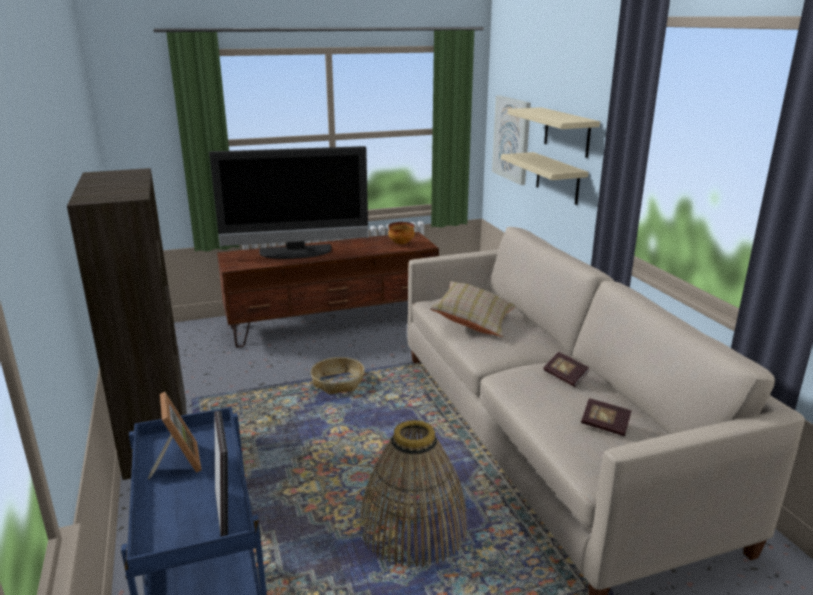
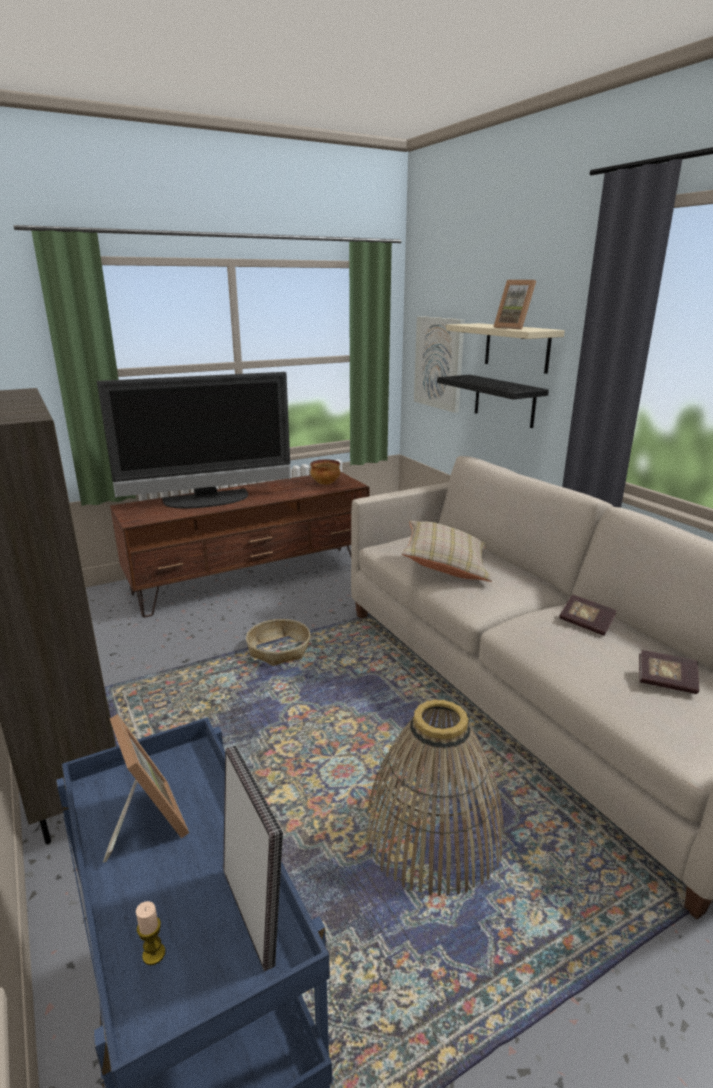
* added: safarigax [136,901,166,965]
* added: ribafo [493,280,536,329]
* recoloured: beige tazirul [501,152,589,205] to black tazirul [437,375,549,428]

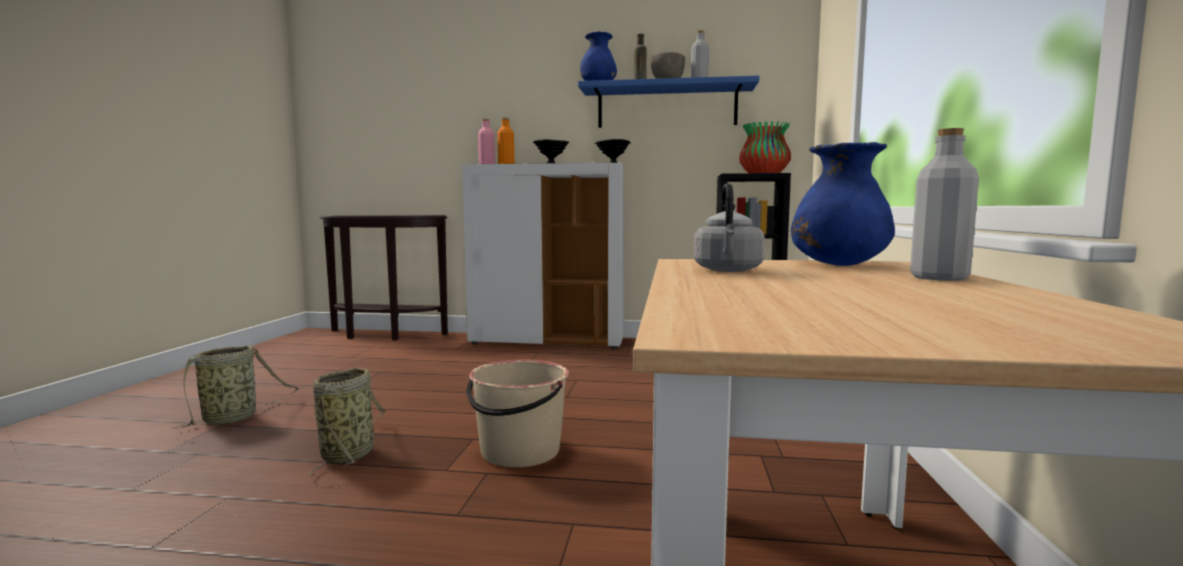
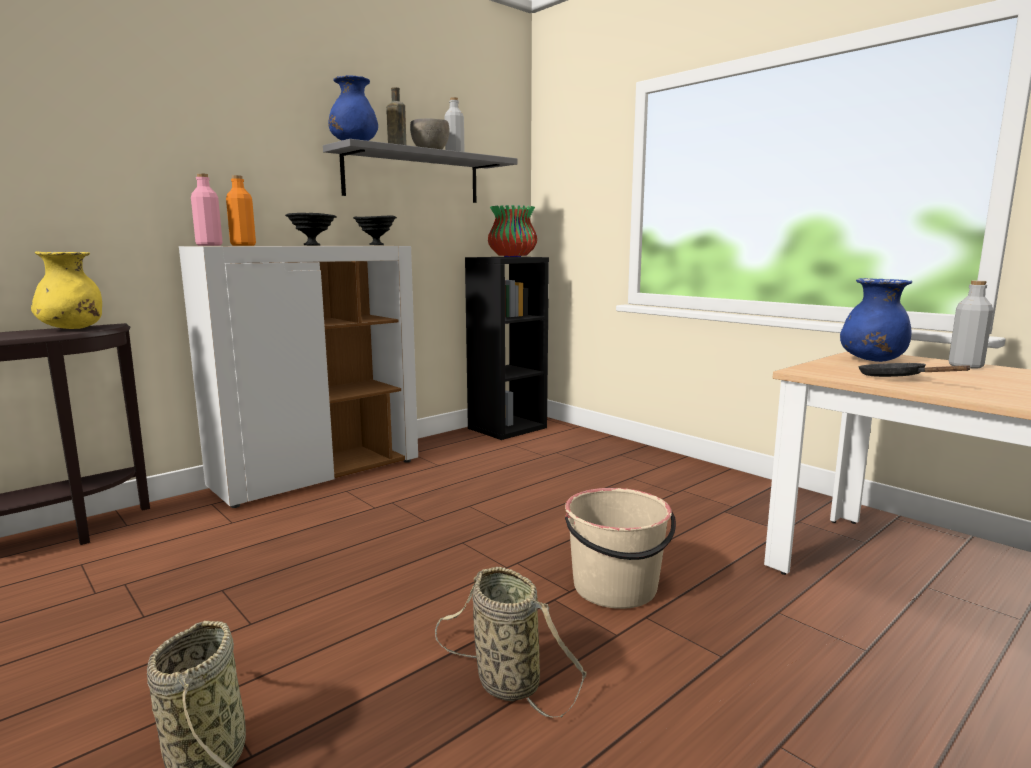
* added: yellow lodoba [31,252,102,329]
* replaced: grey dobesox [694,183,765,272] to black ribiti [858,363,970,377]
* recoloured: blue tazirul [578,75,759,128] to grey tazirul [323,139,518,203]

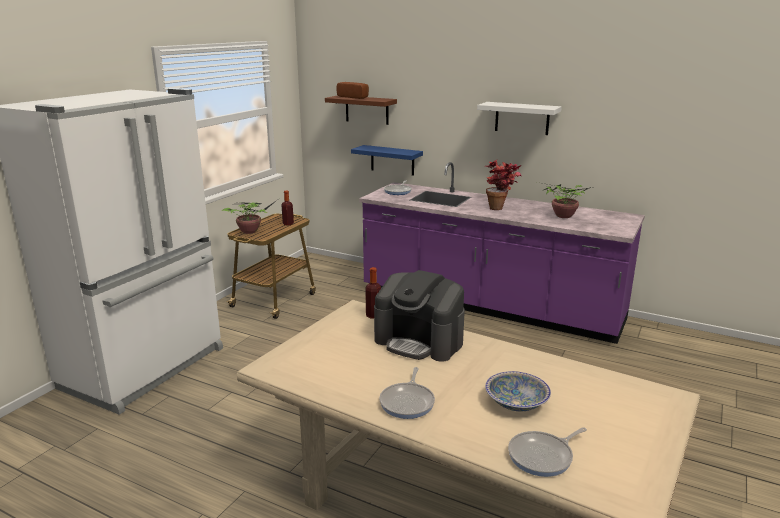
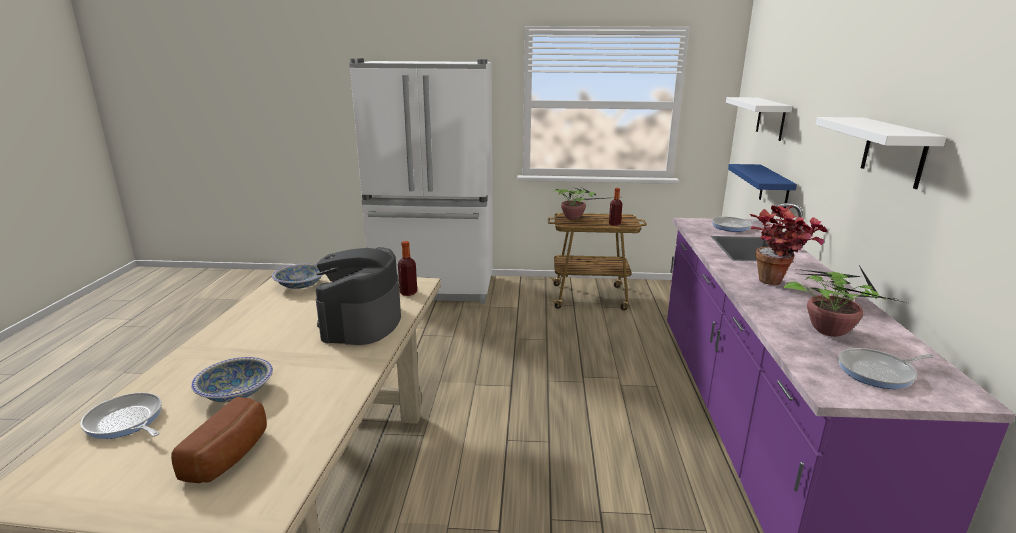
* added: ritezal [272,263,324,289]
* moved: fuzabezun [337,82,369,99] to [171,397,267,483]
* moved: ribiti [379,367,435,419] to [839,348,935,389]
* recoloured: brown tazirul [325,95,397,125] to white tazirul [726,97,792,141]

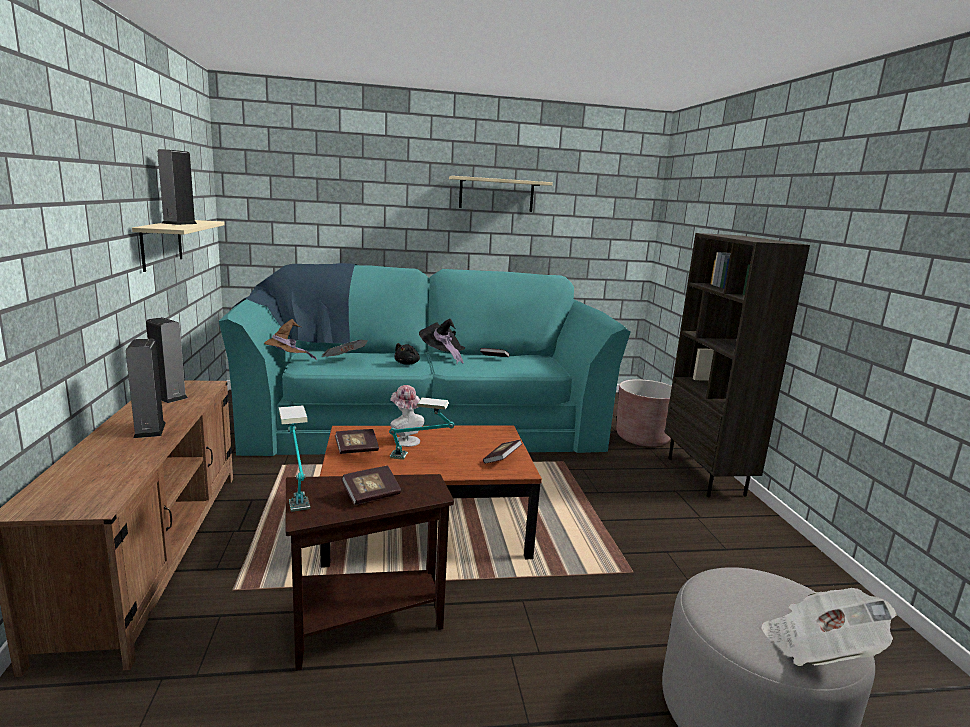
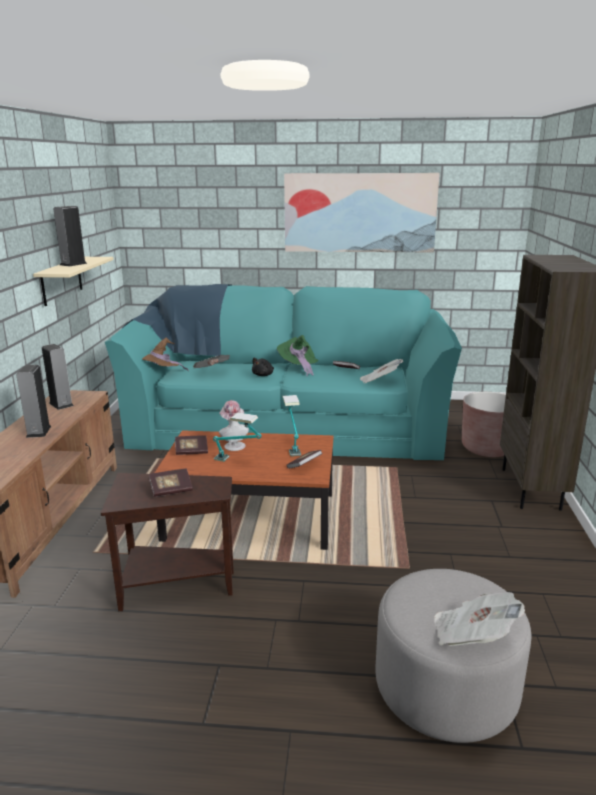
* added: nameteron [360,359,403,384]
* moved: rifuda [278,405,310,512] to [282,395,301,456]
* replaced: beige tazirul [449,176,553,212] to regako [284,173,440,253]
* recoloured: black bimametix [419,319,465,364] to green bimametix [277,335,319,376]

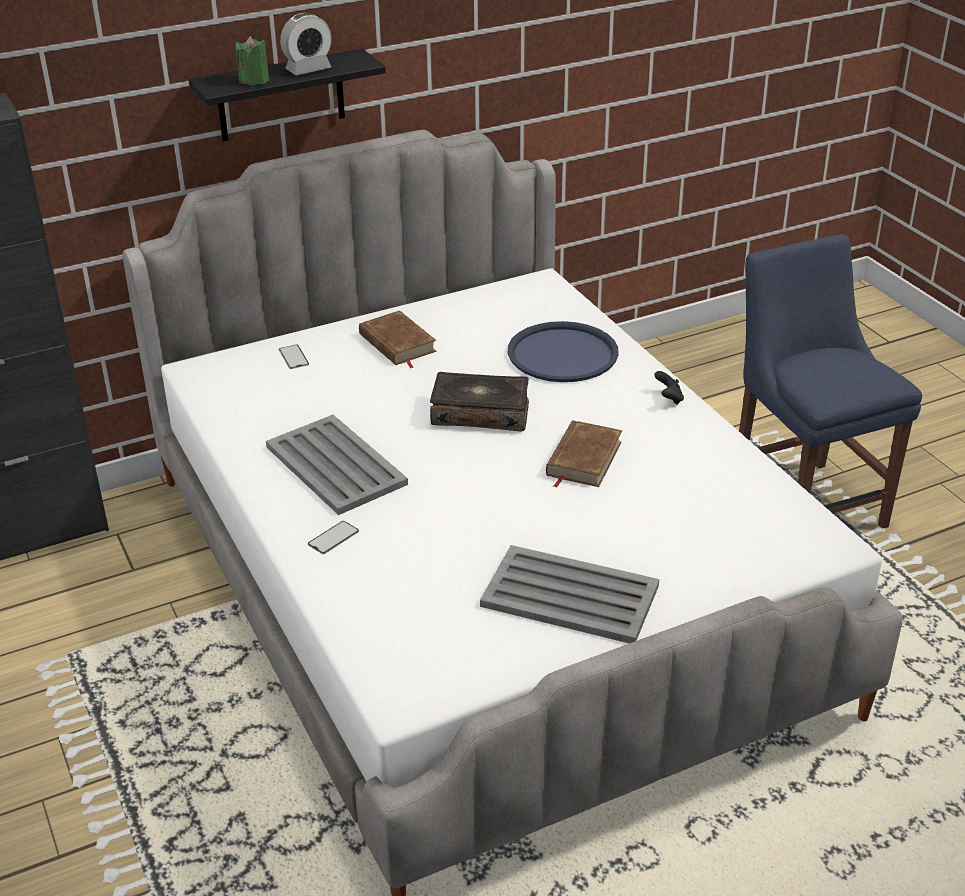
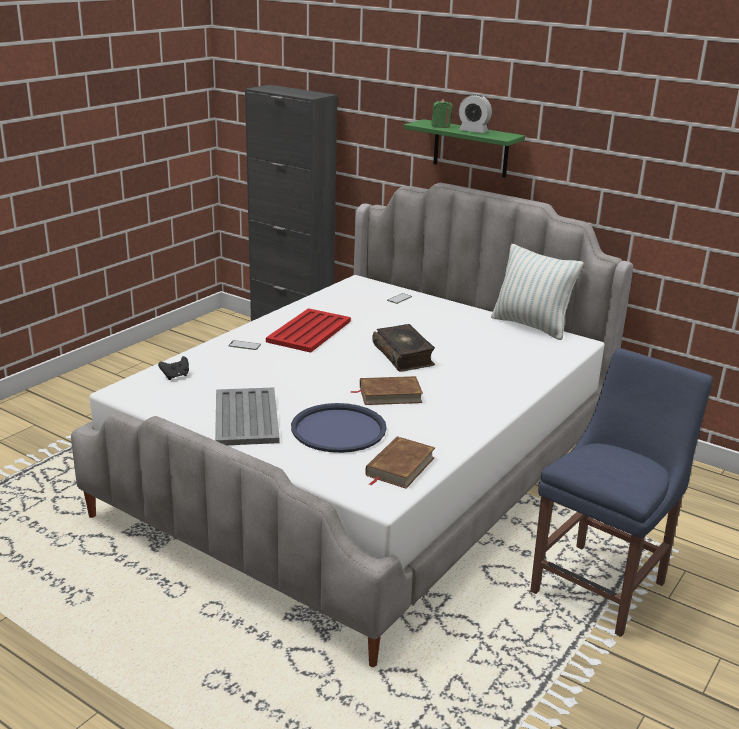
* added: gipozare [491,244,583,340]
* moved: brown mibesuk [359,311,437,368] to [365,436,435,489]
* moved: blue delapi [508,321,619,382] to [291,403,387,453]
* moved: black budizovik [654,371,684,405] to [158,356,189,380]
* recoloured: black tazirul [189,49,386,141] to green tazirul [404,119,525,178]
* recoloured: grey delapi [266,415,408,515] to red delapi [266,308,351,353]

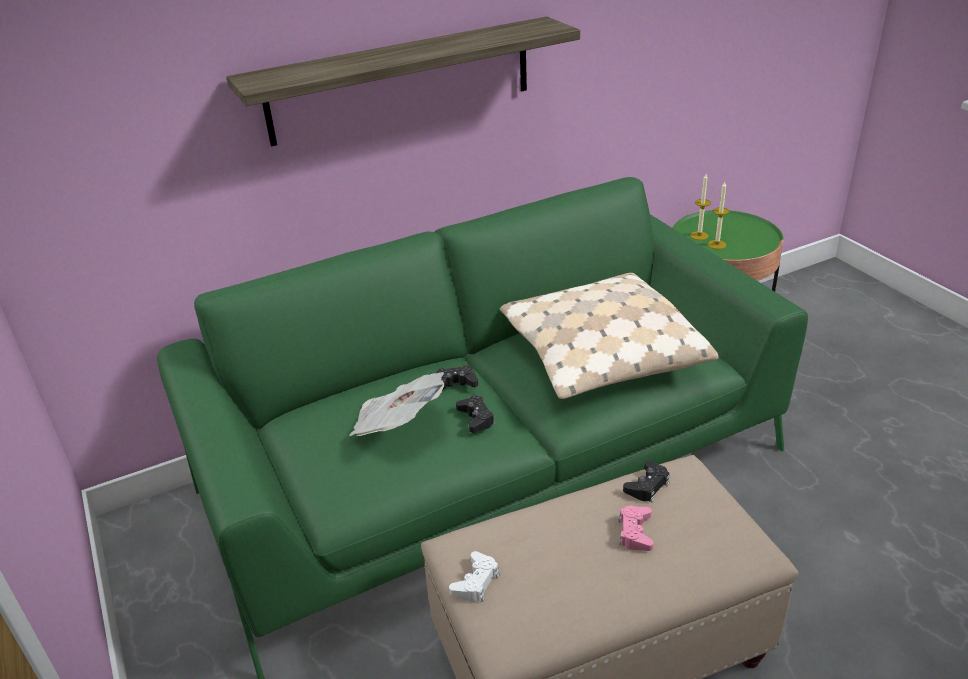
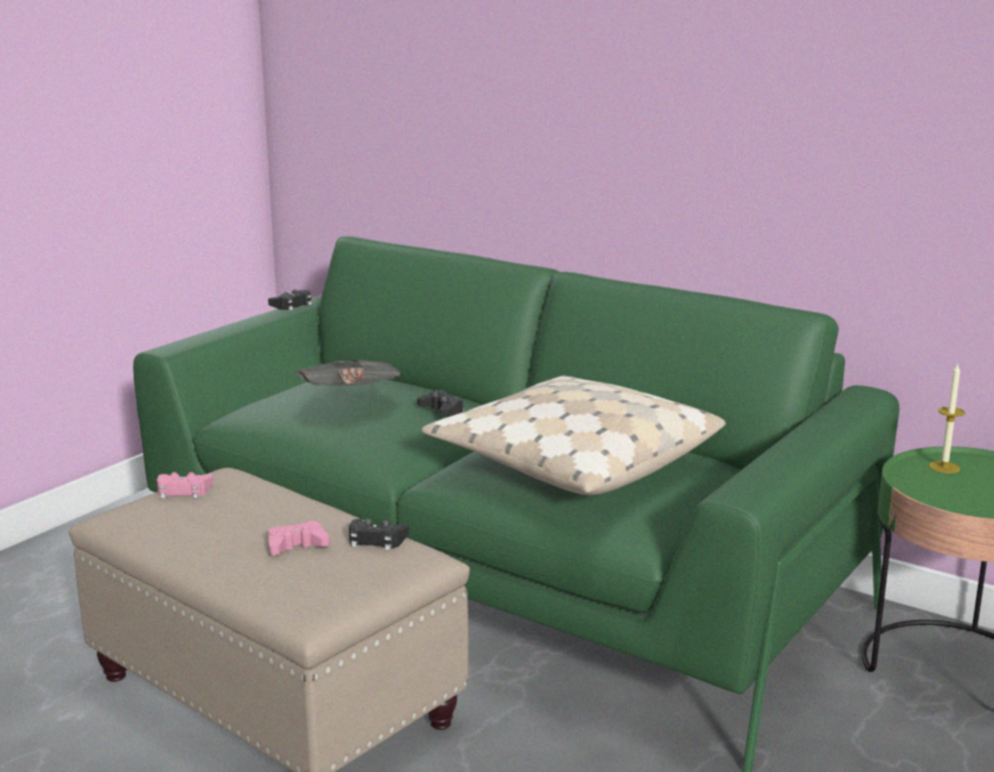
* removed: tazirul [227,16,580,146]
* removed: safarigax [708,182,729,249]
* moved: black budizovik [456,396,495,433] to [268,289,312,311]
* recoloured: white budizovik [449,551,499,602] to pink budizovik [157,472,213,499]

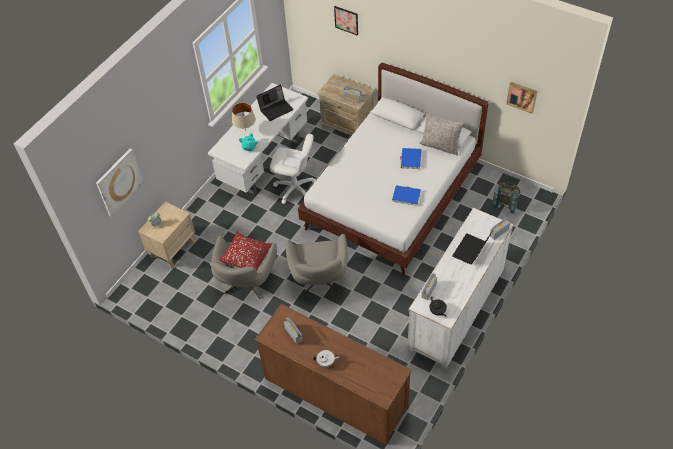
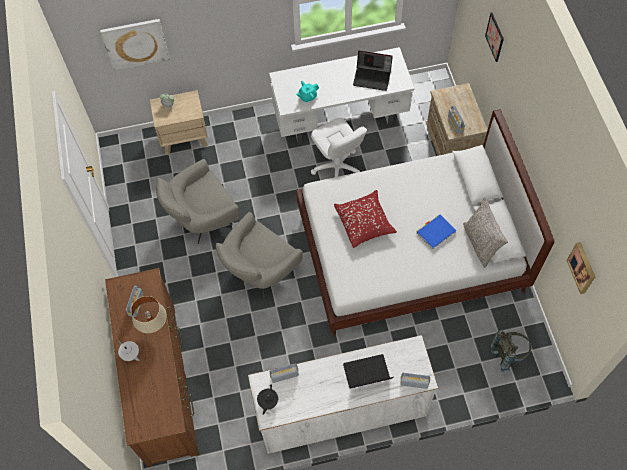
* removed: blue mibesuk [392,185,421,206]
* moved: red gipozare [218,231,272,271] to [334,190,397,248]
* moved: beige rifuda [232,103,256,131] to [131,296,167,333]

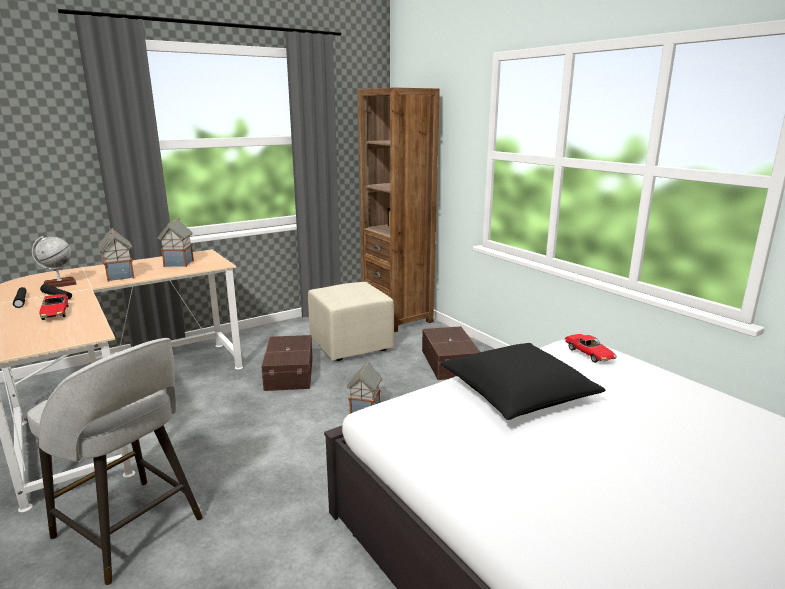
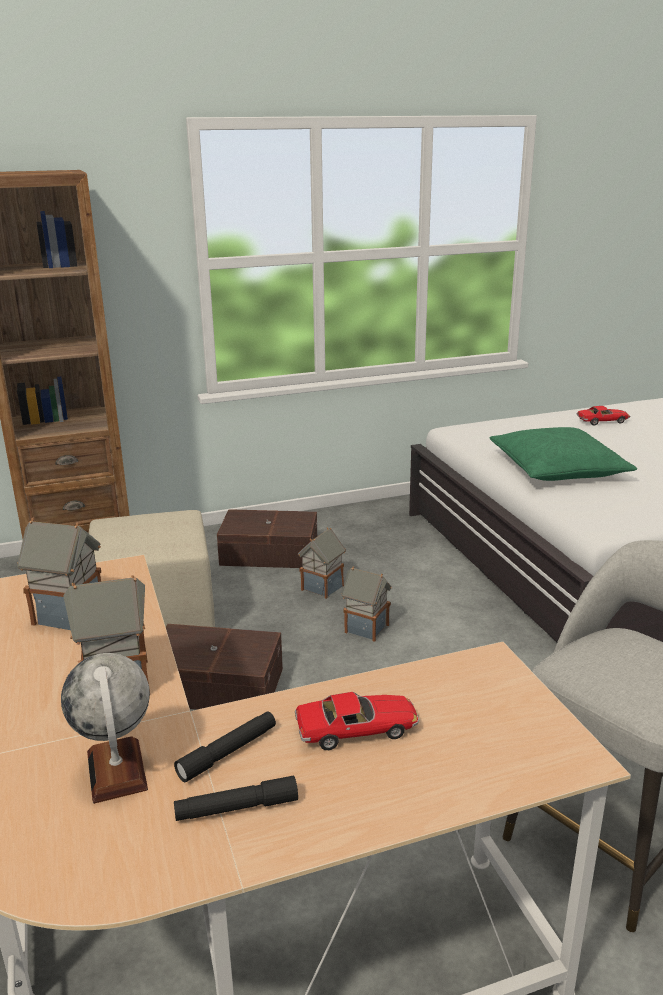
* added: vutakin [298,527,346,599]
* moved: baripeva [564,334,617,363] to [577,406,630,426]
* recoloured: black gipozare [440,343,605,420] to green gipozare [490,427,637,481]

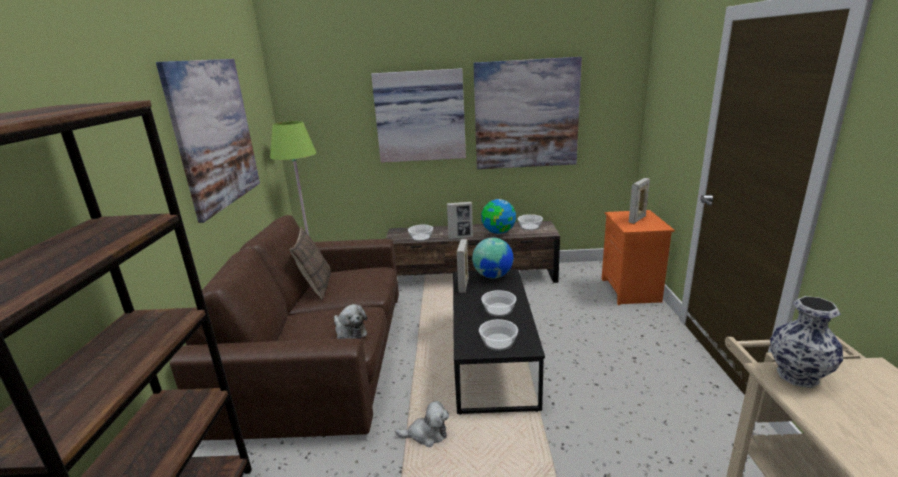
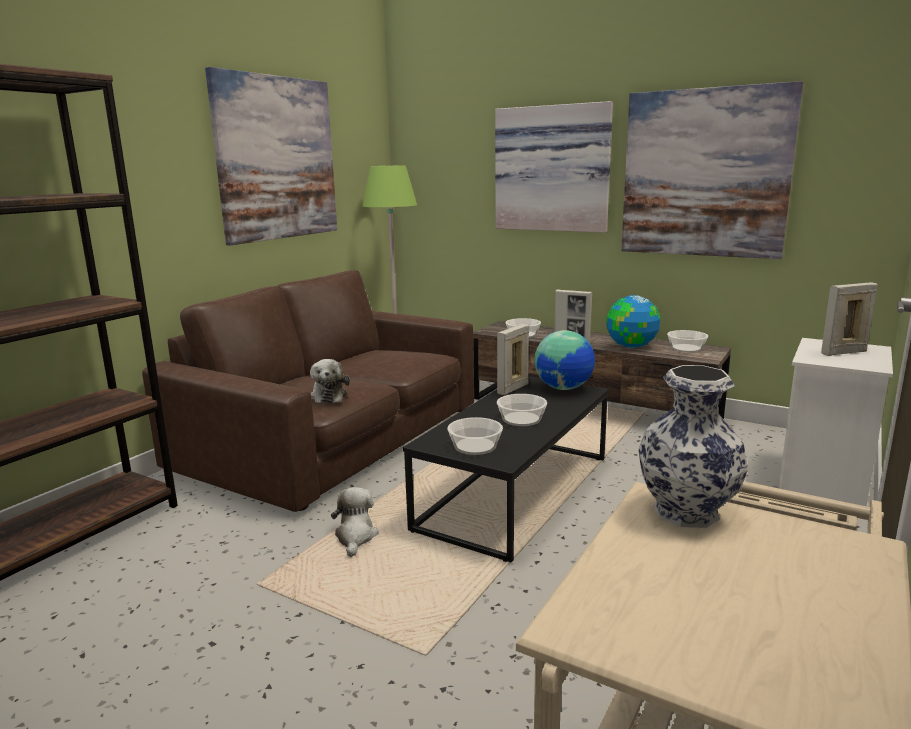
* removed: gipozare [290,227,331,300]
* recoloured: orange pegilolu [602,210,675,305] to white pegilolu [779,338,893,506]
* turned: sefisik [395,401,449,447] = [331,487,379,557] 120 degrees counterclockwise

